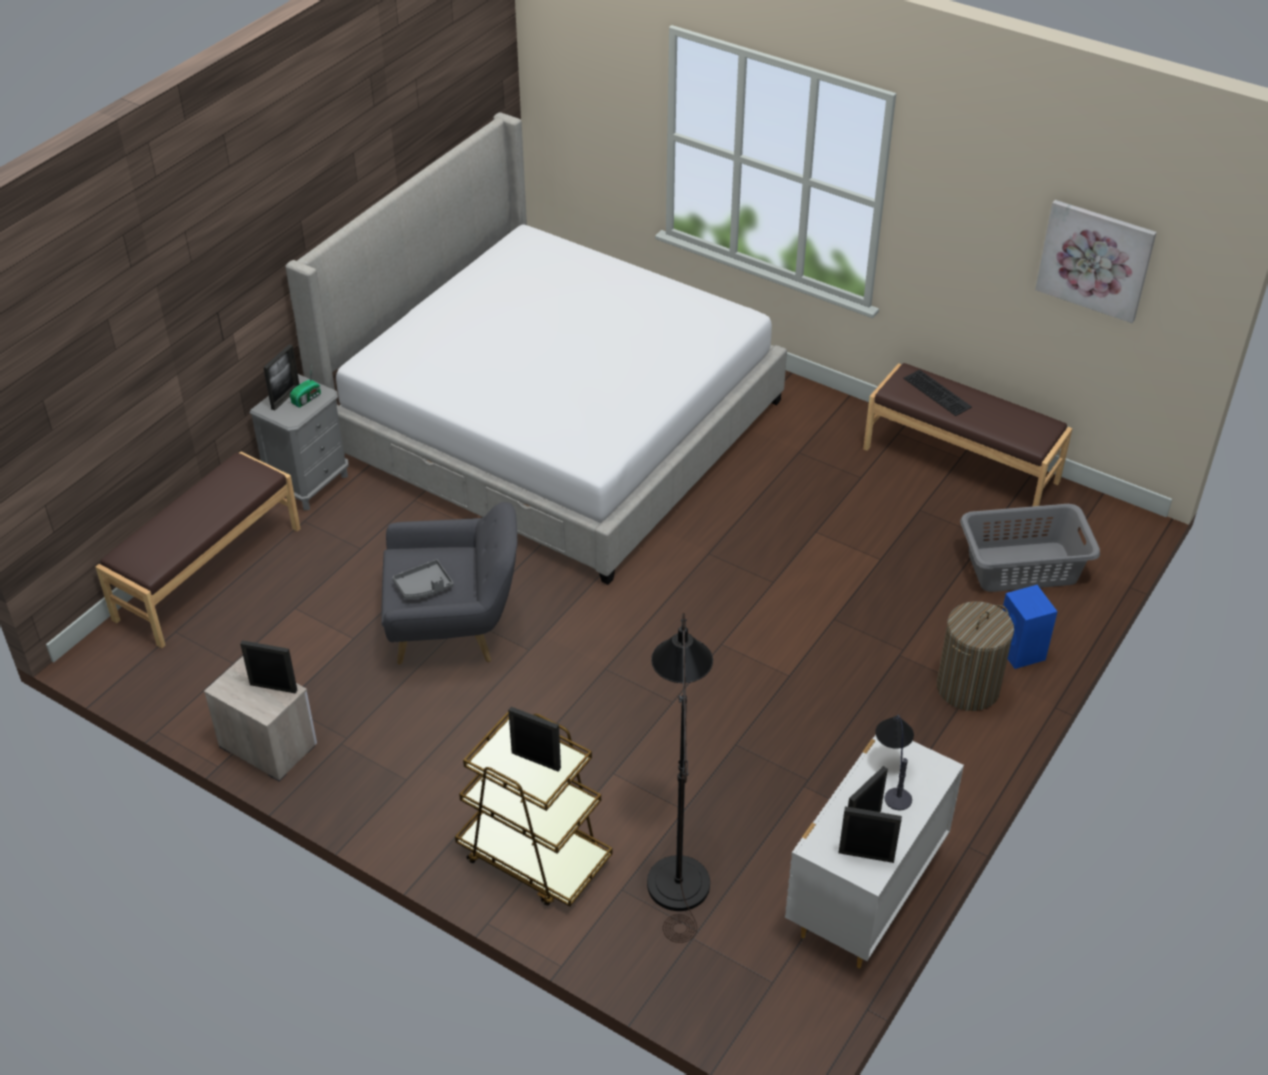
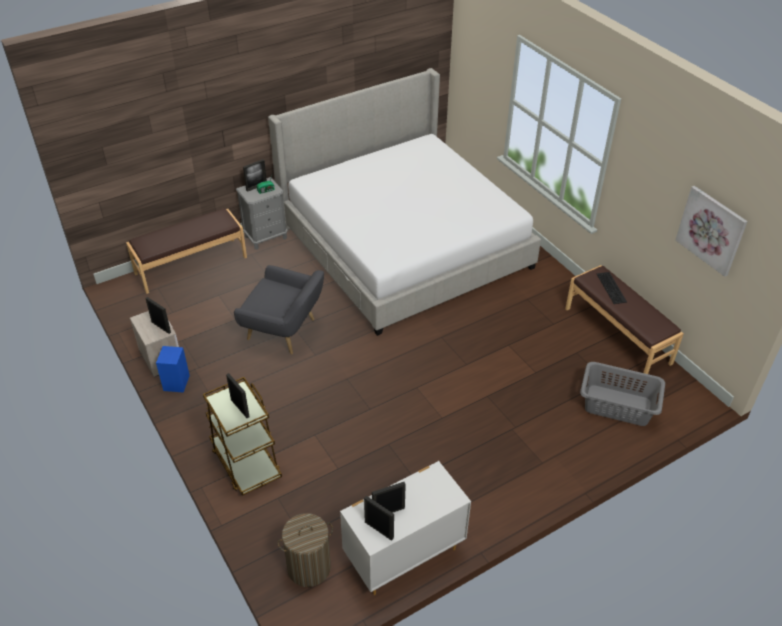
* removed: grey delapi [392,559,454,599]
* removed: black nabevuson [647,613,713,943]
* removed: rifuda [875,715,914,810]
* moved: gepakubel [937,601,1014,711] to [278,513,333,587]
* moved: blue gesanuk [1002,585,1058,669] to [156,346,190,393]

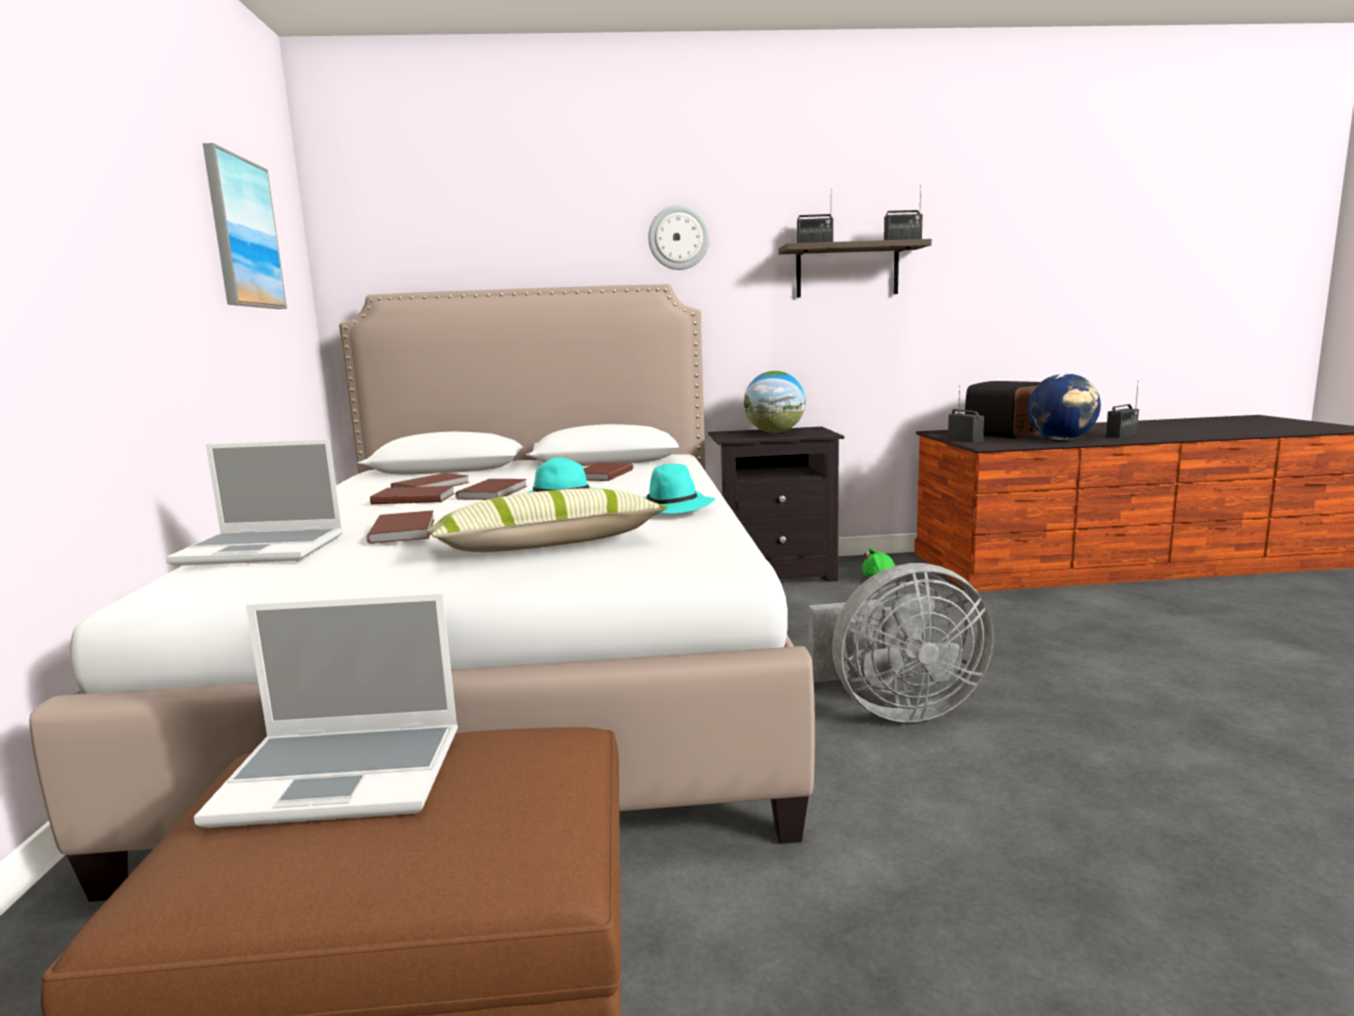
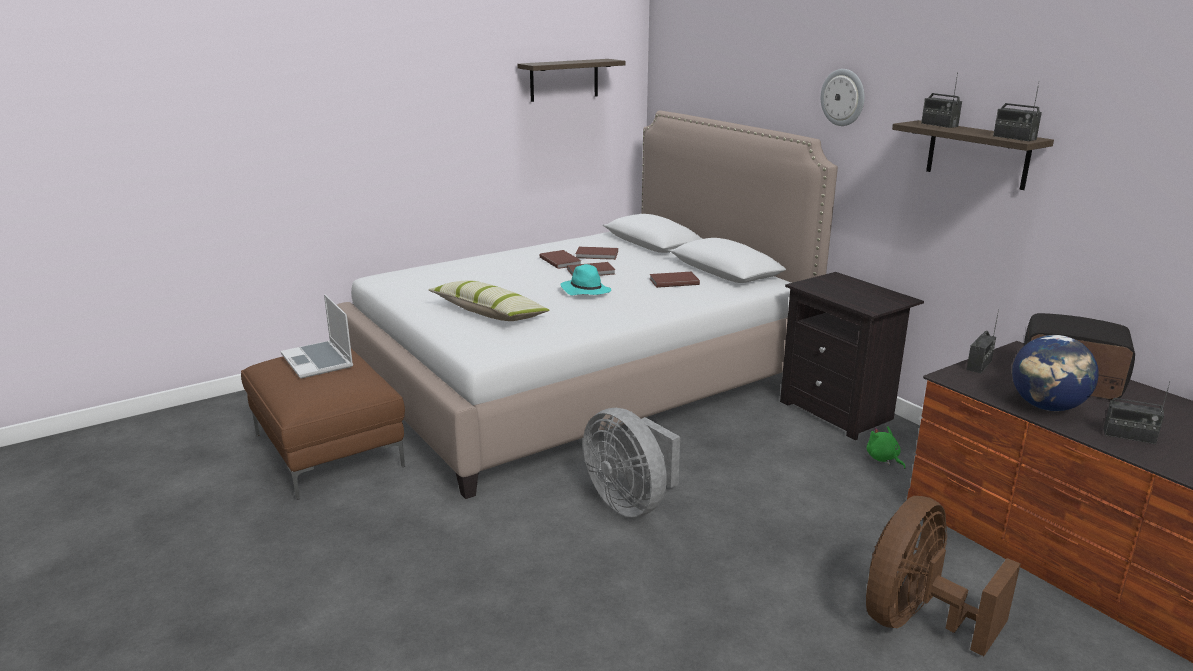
* removed: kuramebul [165,439,343,566]
* removed: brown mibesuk [366,510,435,544]
* removed: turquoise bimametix [643,464,716,514]
* removed: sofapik [744,371,806,433]
* added: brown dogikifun [866,496,1021,656]
* replaced: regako [202,143,287,309] to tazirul [517,59,625,102]

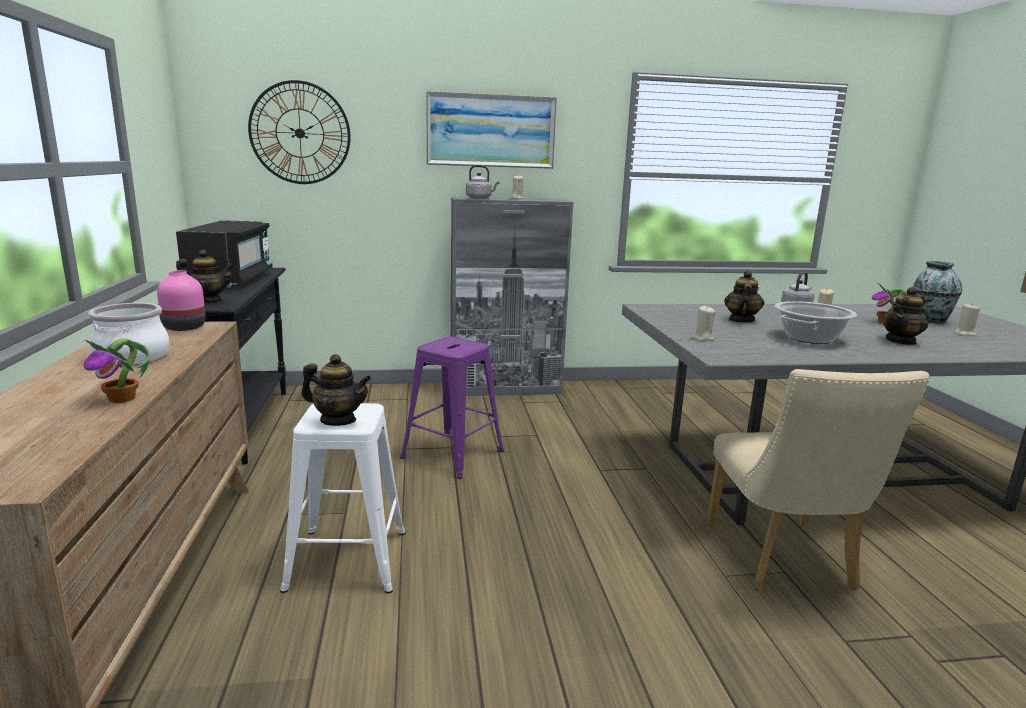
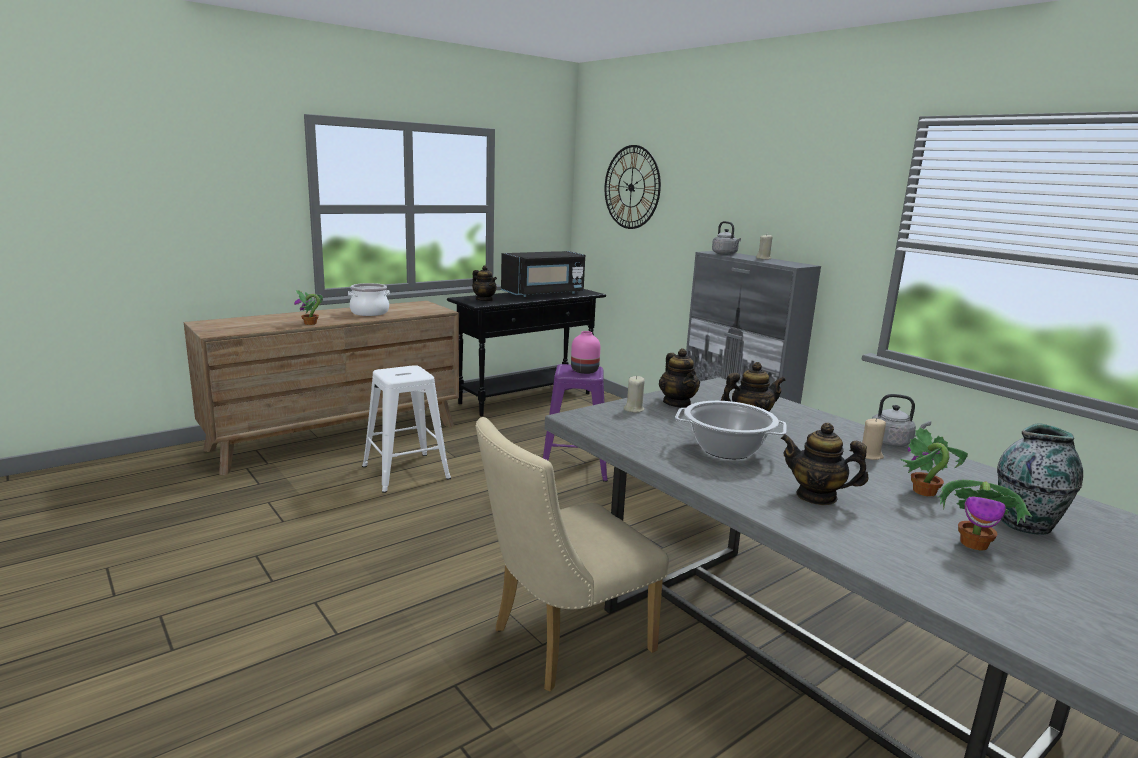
* removed: regako [426,91,557,169]
* moved: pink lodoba [157,270,205,331] to [571,331,600,374]
* moved: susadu [301,354,372,426] to [659,348,700,408]
* replaced: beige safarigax [954,303,980,336] to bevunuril [937,480,1032,551]

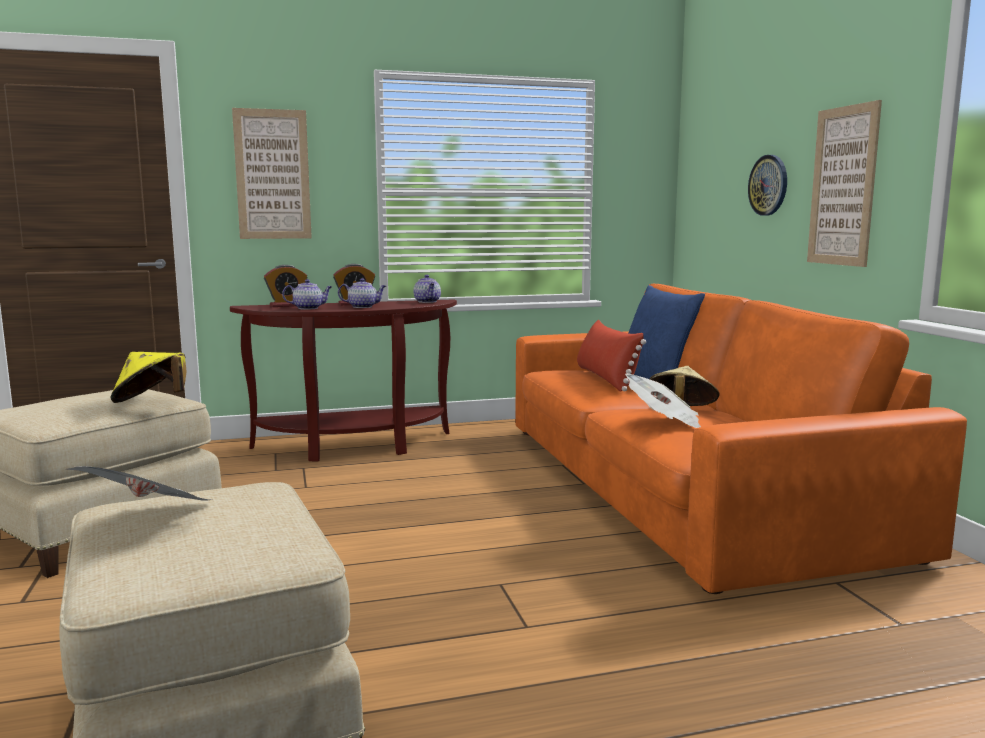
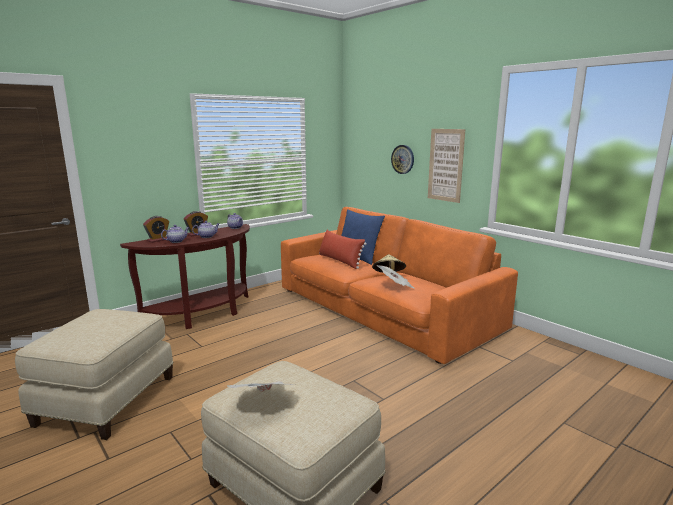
* removed: yellow bimametix [111,352,186,403]
* removed: regako [232,108,312,239]

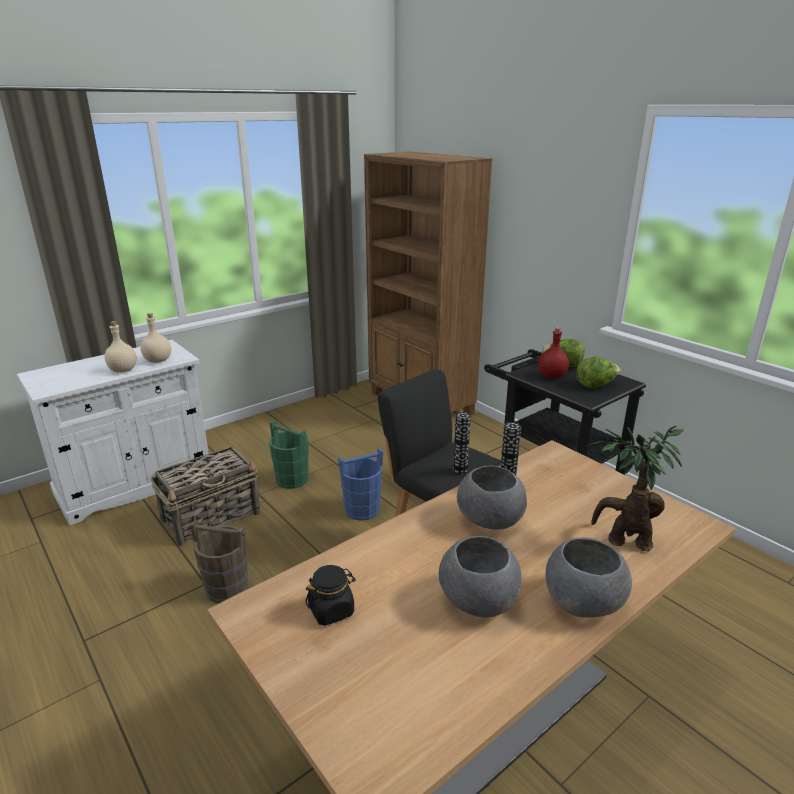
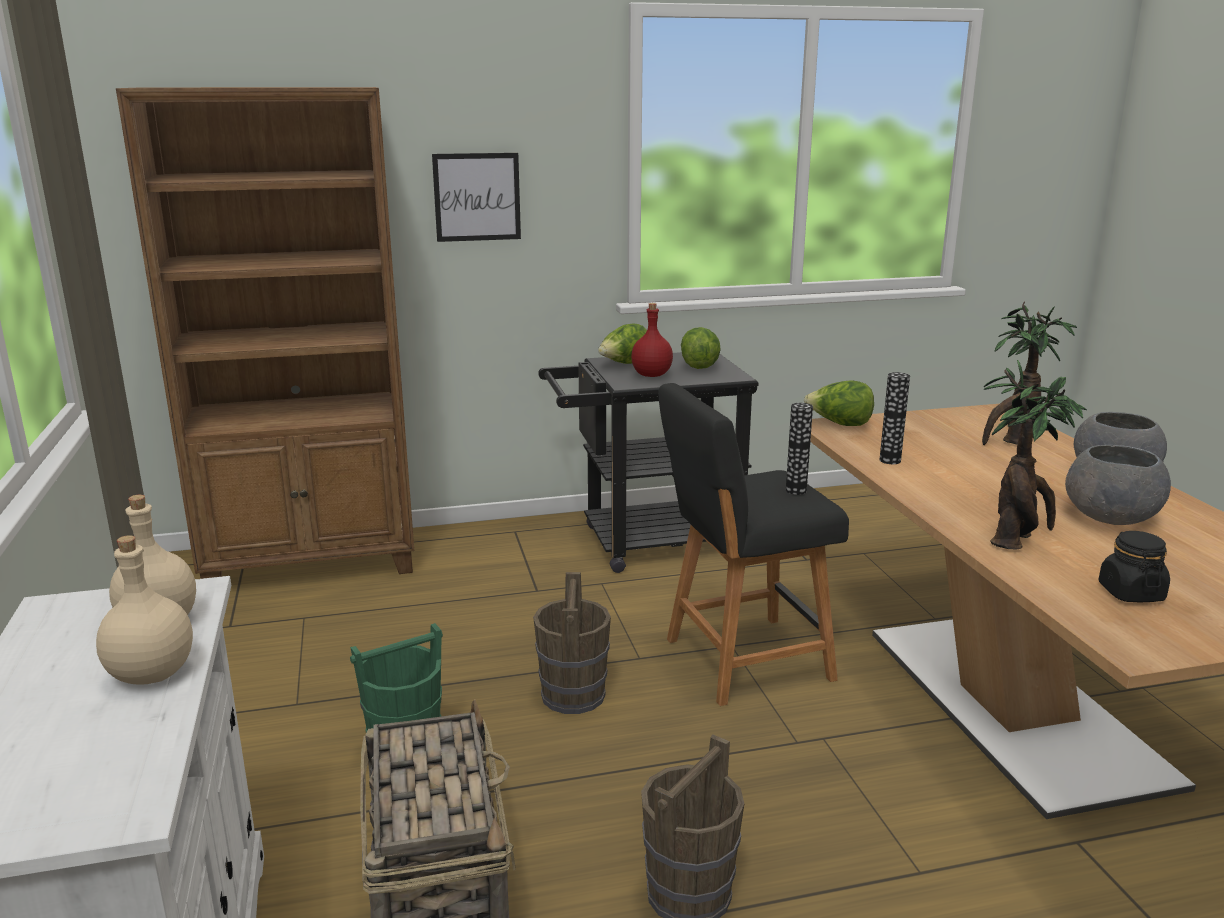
* removed: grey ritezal [457,466,527,530]
* added: regako [432,153,521,242]
* added: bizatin [804,380,874,426]
* added: bevunuril [984,360,1087,549]
* recoloured: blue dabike [338,447,383,521] to brown dabike [533,572,611,714]

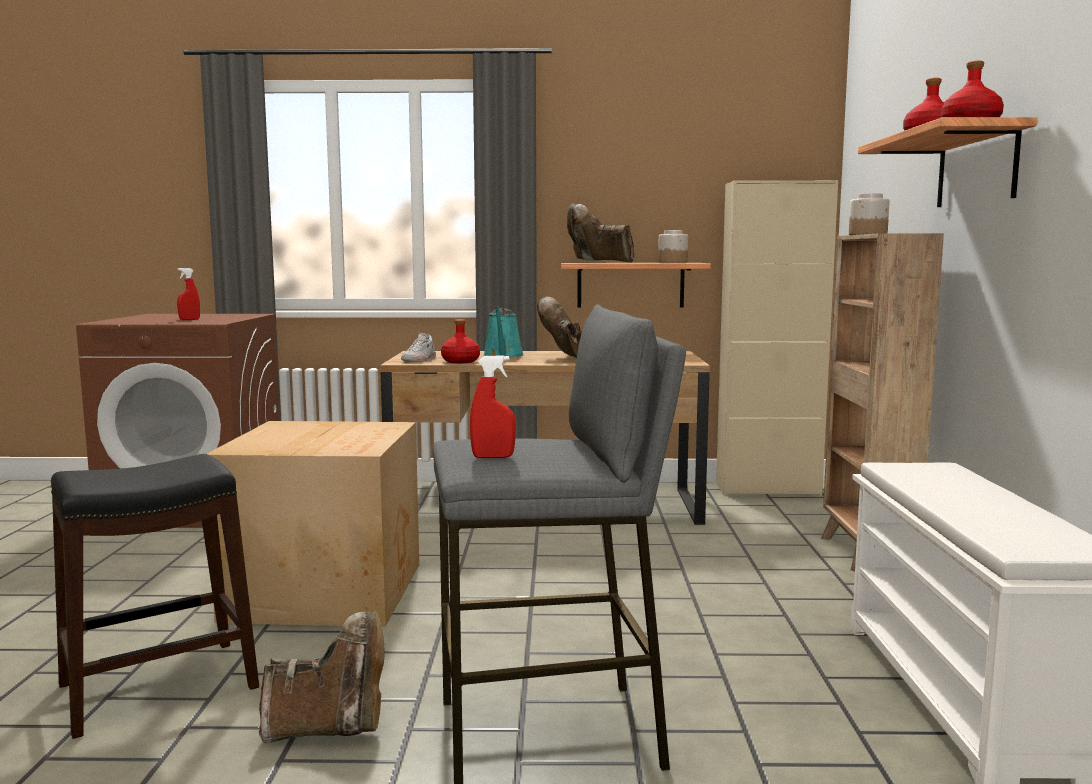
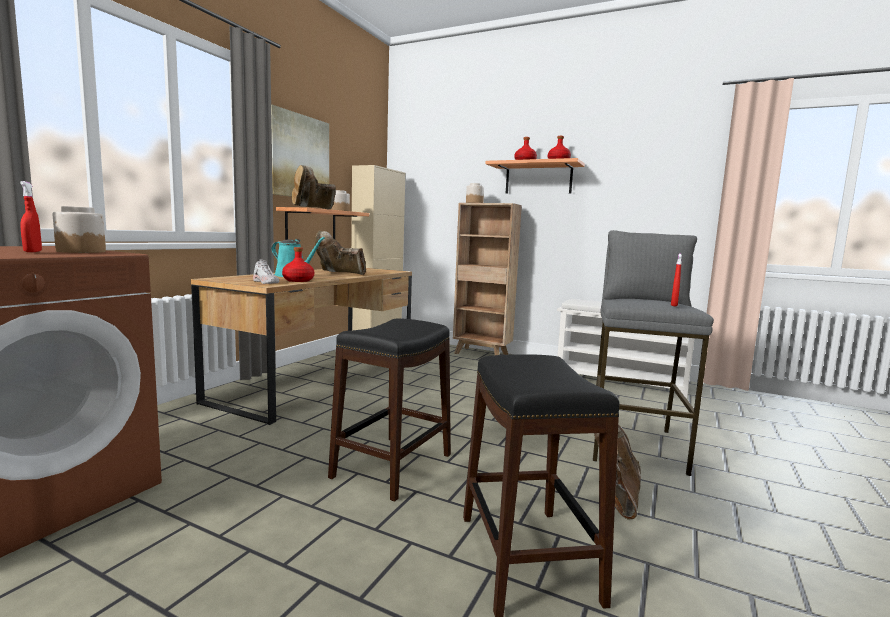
* added: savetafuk [53,206,106,253]
* added: regako [271,105,329,197]
* replaced: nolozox [206,421,419,627] to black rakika [328,318,451,502]

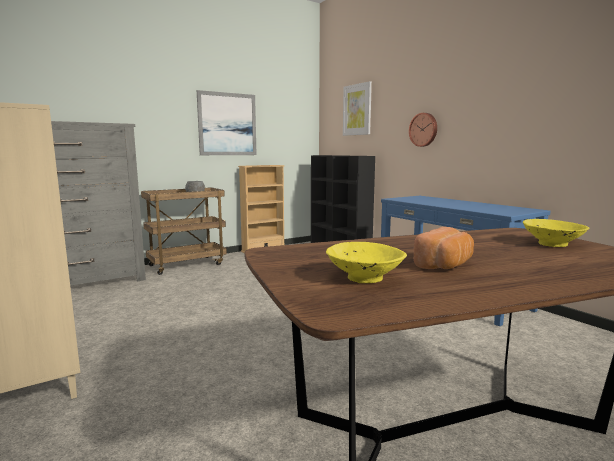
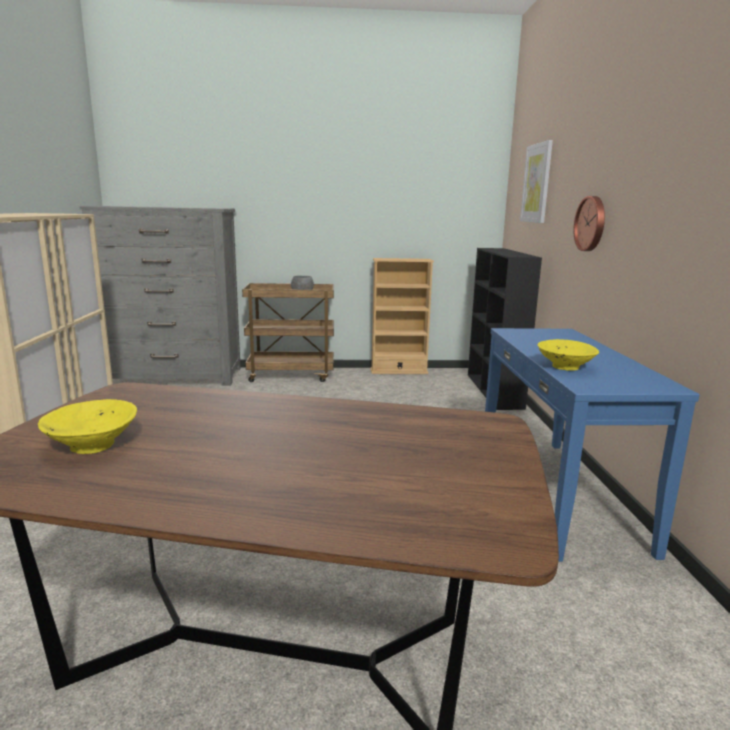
* removed: regako [197,90,257,155]
* removed: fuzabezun [414,227,474,269]
* moved: yellow ritezal [523,219,590,247] to [537,339,599,371]

